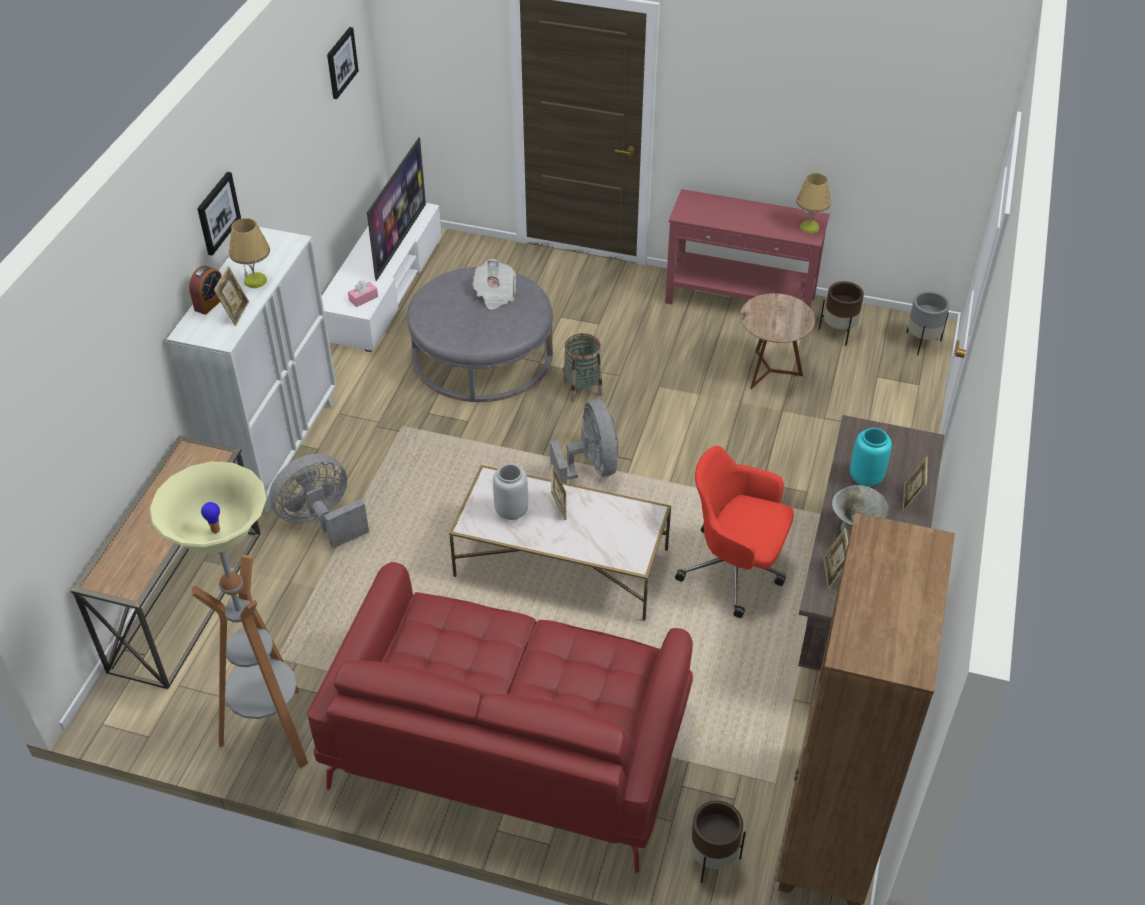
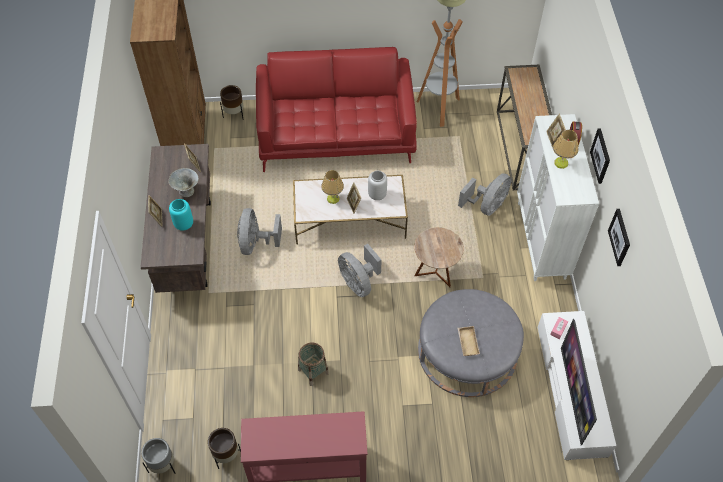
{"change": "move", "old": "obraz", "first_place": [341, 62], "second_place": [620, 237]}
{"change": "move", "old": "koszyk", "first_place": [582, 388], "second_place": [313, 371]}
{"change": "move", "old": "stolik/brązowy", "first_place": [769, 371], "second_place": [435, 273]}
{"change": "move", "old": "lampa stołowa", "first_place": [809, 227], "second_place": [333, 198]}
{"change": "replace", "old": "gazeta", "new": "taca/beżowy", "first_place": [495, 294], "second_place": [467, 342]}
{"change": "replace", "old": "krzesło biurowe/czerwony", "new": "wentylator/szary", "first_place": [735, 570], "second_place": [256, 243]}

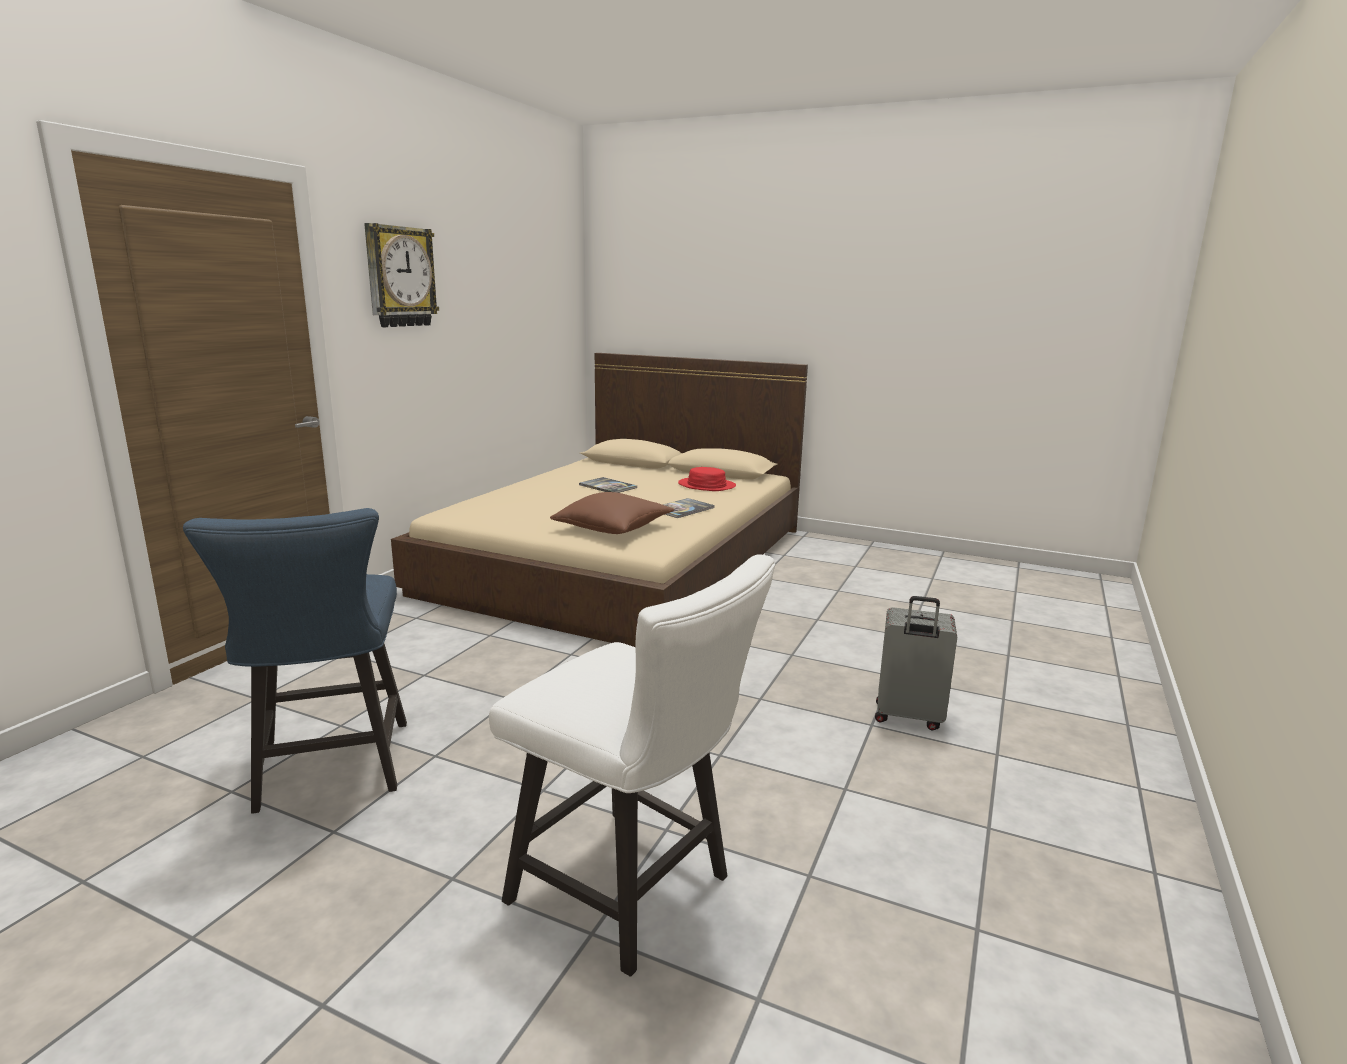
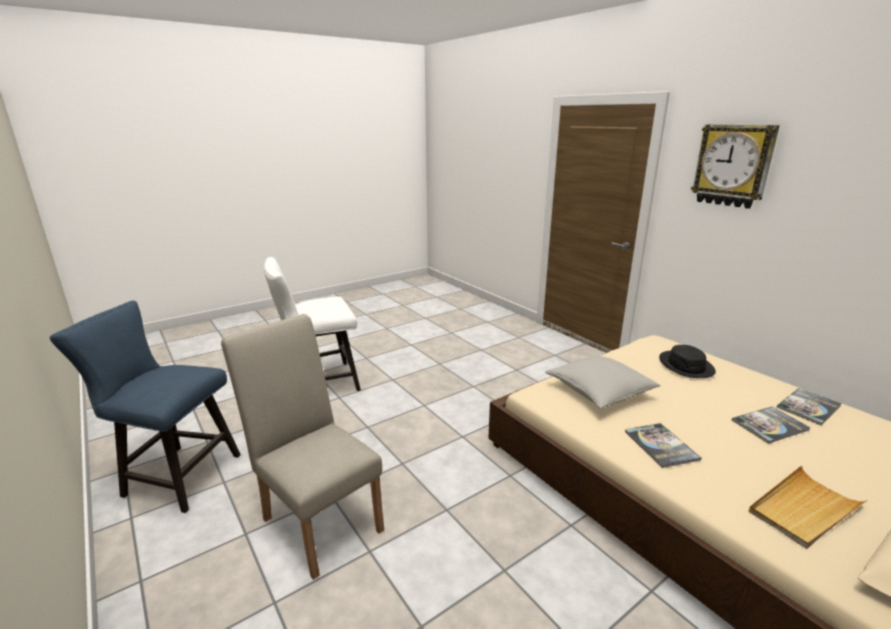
{"change": "insert", "new": "kapelusz/czarny", "second_place": [686, 365]}
{"change": "insert", "new": "książka", "second_place": [808, 407]}
{"change": "move", "old": "krzesło/niebieski", "first_place": [331, 772], "second_place": [175, 475]}
{"change": "replace", "old": "kapelusz/czerwony", "new": "taca/beżowy", "first_place": [706, 485], "second_place": [803, 509]}
{"change": "replace", "old": "walizka/szary", "new": "krzesło/beżowy", "first_place": [908, 718], "second_place": [318, 518]}
{"change": "recolor", "old": "poduszka/brązowy", "new": "poduszka/szary", "first_place": [613, 528], "second_place": [599, 392]}

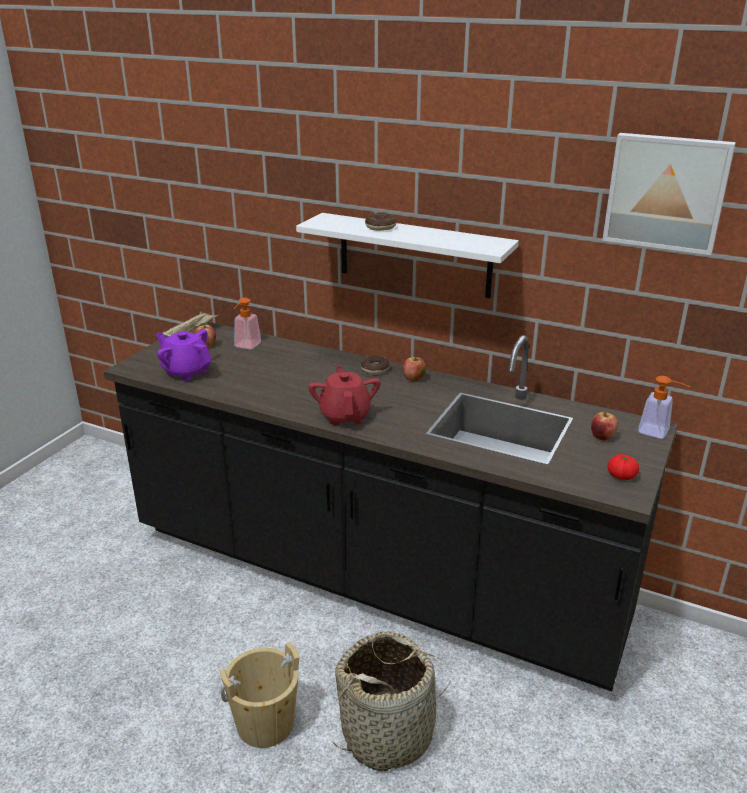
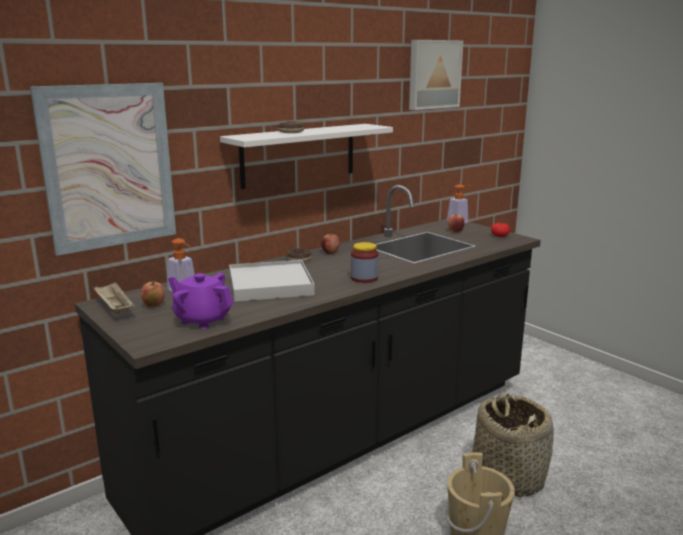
{"change": "insert", "new": "obraz", "second_place": [109, 167]}
{"change": "insert", "new": "taca/biały", "second_place": [270, 284]}
{"change": "replace", "old": "imbryk/czerwony", "new": "słoik", "first_place": [345, 415], "second_place": [364, 278]}
{"change": "rotate", "old": "imbryk/fioletowy", "first_place": [186, 372], "second_place": [202, 320], "degrees": 60}

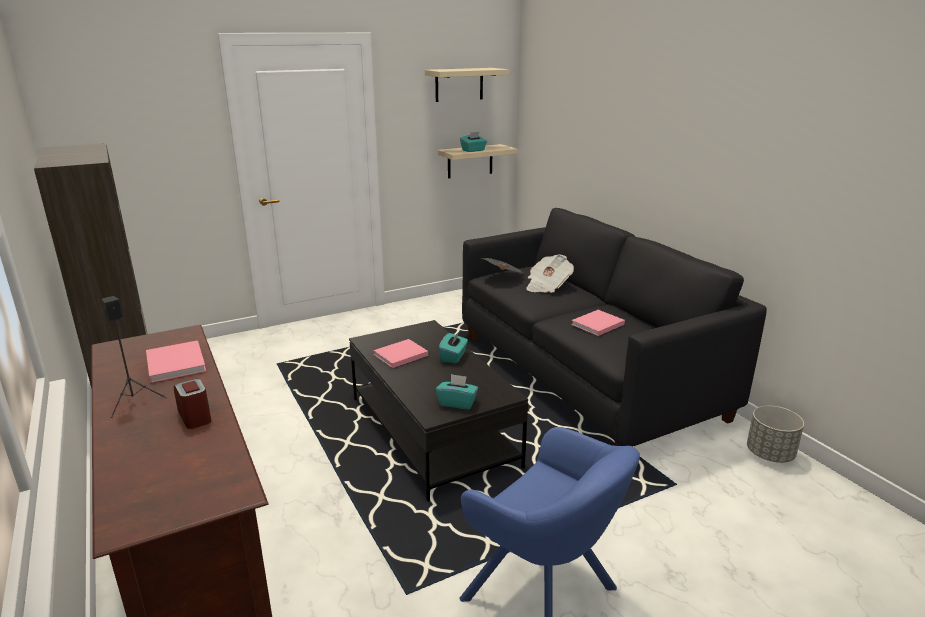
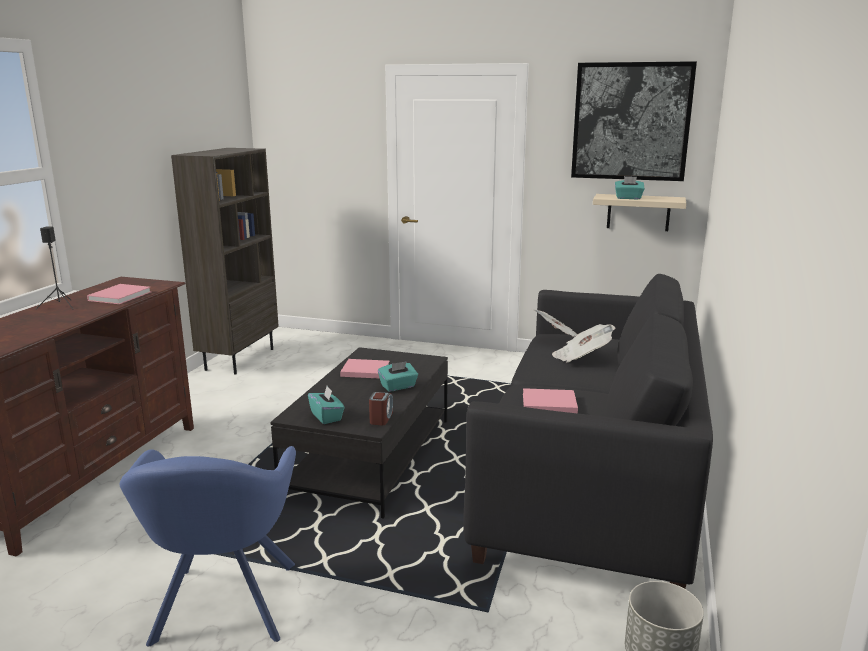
{"change": "move", "old": "budzik", "first_place": [195, 416], "second_place": [381, 418]}
{"change": "replace", "old": "półka/beżowy", "new": "obraz", "first_place": [459, 84], "second_place": [631, 121]}

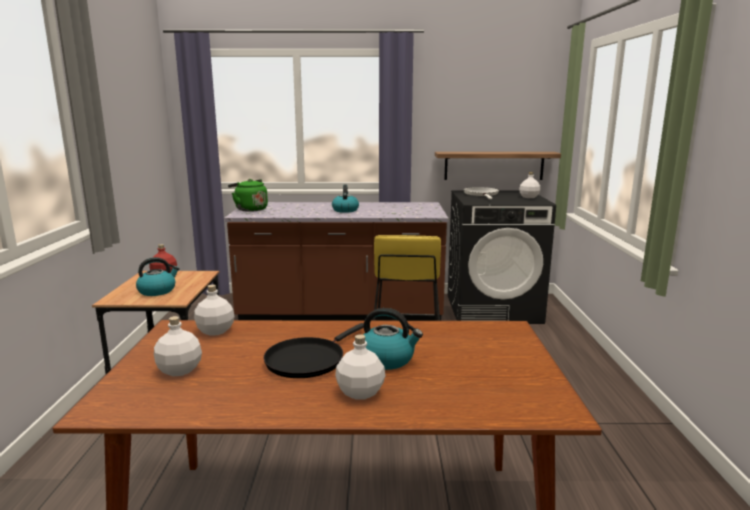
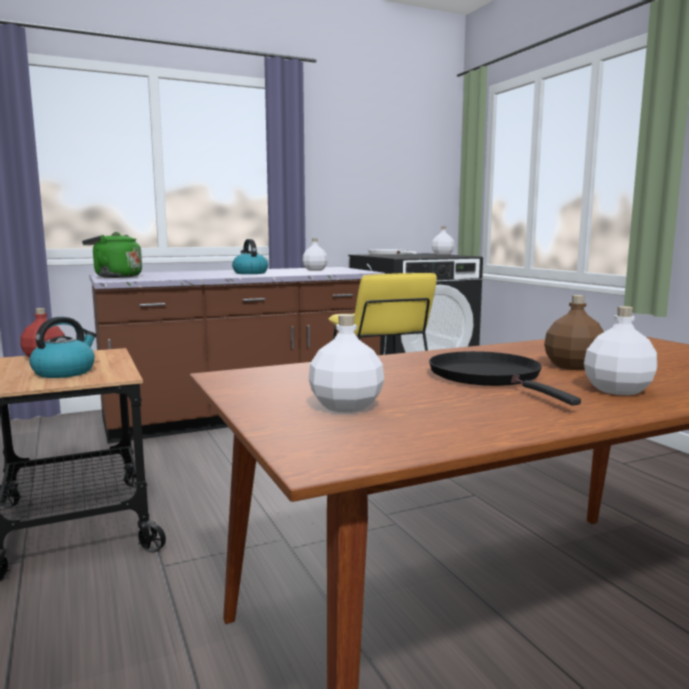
{"change": "delete", "old": "półka", "first_place": [494, 165]}
{"change": "move", "old": "butelka/biały", "first_place": [215, 330], "second_place": [314, 270]}
{"change": "replace", "old": "czajnik", "new": "butelka/brązowy", "first_place": [387, 359], "second_place": [572, 366]}
{"change": "rotate", "old": "patelnia/czarny", "first_place": [308, 360], "second_place": [489, 377], "degrees": 150}

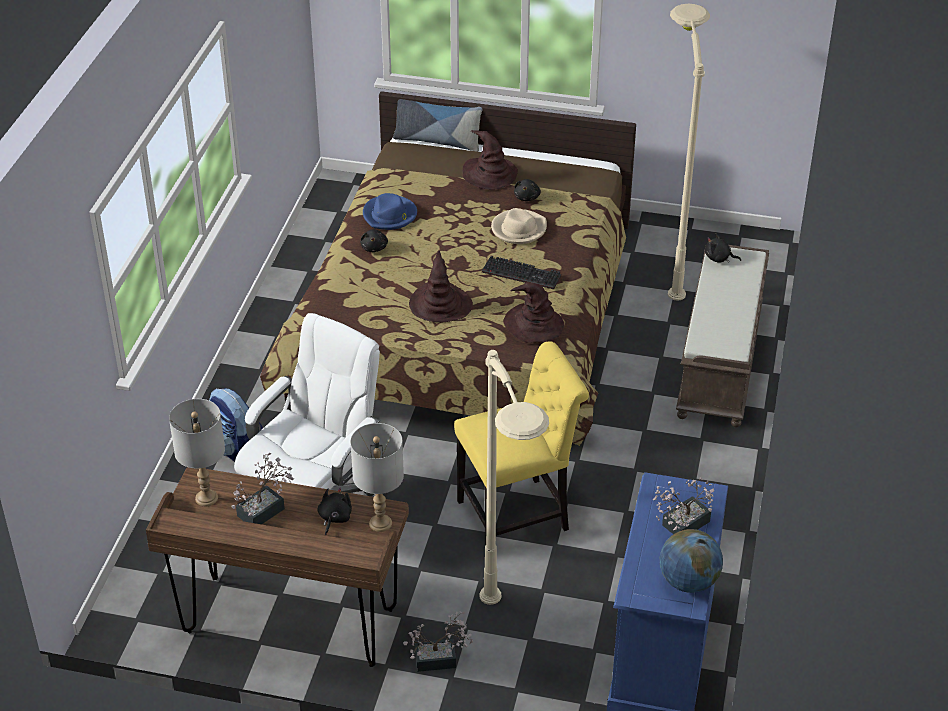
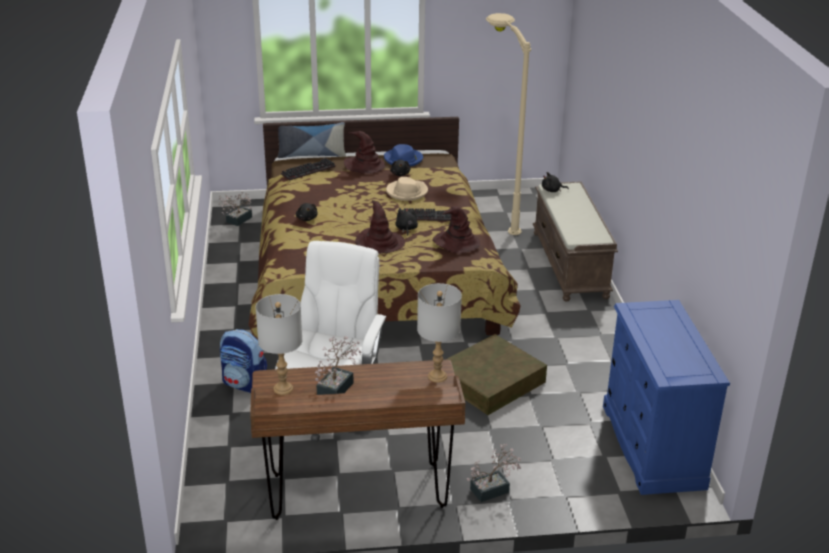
{"change": "delete", "old": "lampa stojąca/beżowy", "first_place": [508, 649]}
{"change": "delete", "old": "globus", "first_place": [688, 582]}
{"change": "insert", "new": "klawiatura", "second_place": [308, 170]}
{"change": "move", "old": "pluszak/czarny", "first_place": [334, 518], "second_place": [406, 229]}
{"change": "move", "old": "kapelusz/niebieski", "first_place": [390, 215], "second_place": [403, 159]}
{"change": "move", "old": "roślina doniczkowa", "first_place": [681, 525], "second_place": [237, 221]}
{"change": "replace", "old": "krzesło/żółty", "new": "pojemnik do przechowywania/brązowy", "first_place": [519, 514], "second_place": [491, 381]}

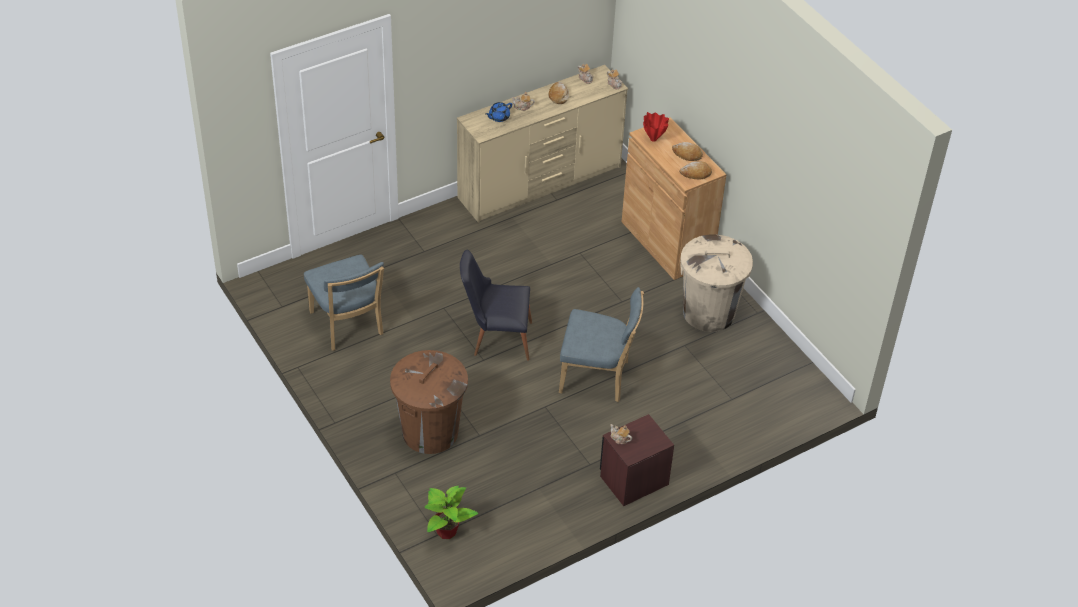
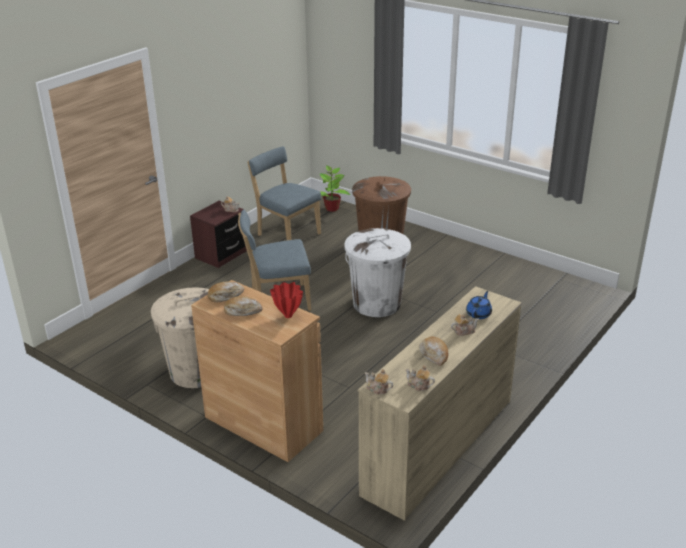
{"change": "move", "old": "krzesło/niebieski", "first_place": [348, 326], "second_place": [286, 234]}
{"change": "replace", "old": "krzesło/czarny", "new": "kosz na śmieci/biały", "first_place": [496, 338], "second_place": [377, 304]}

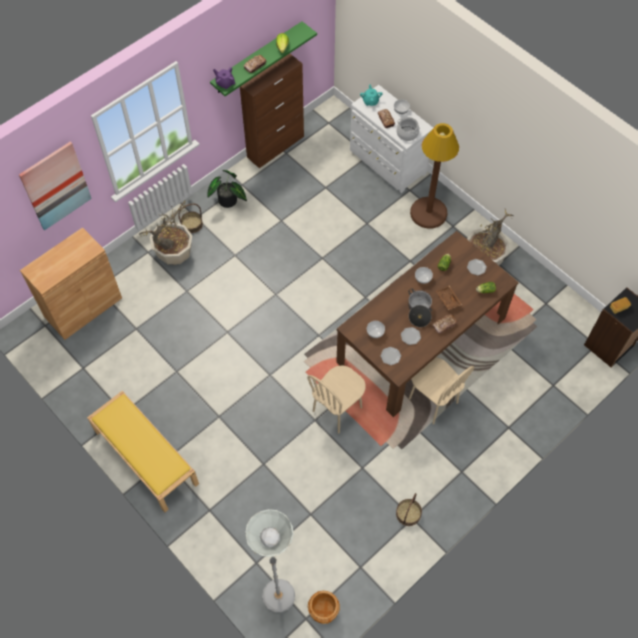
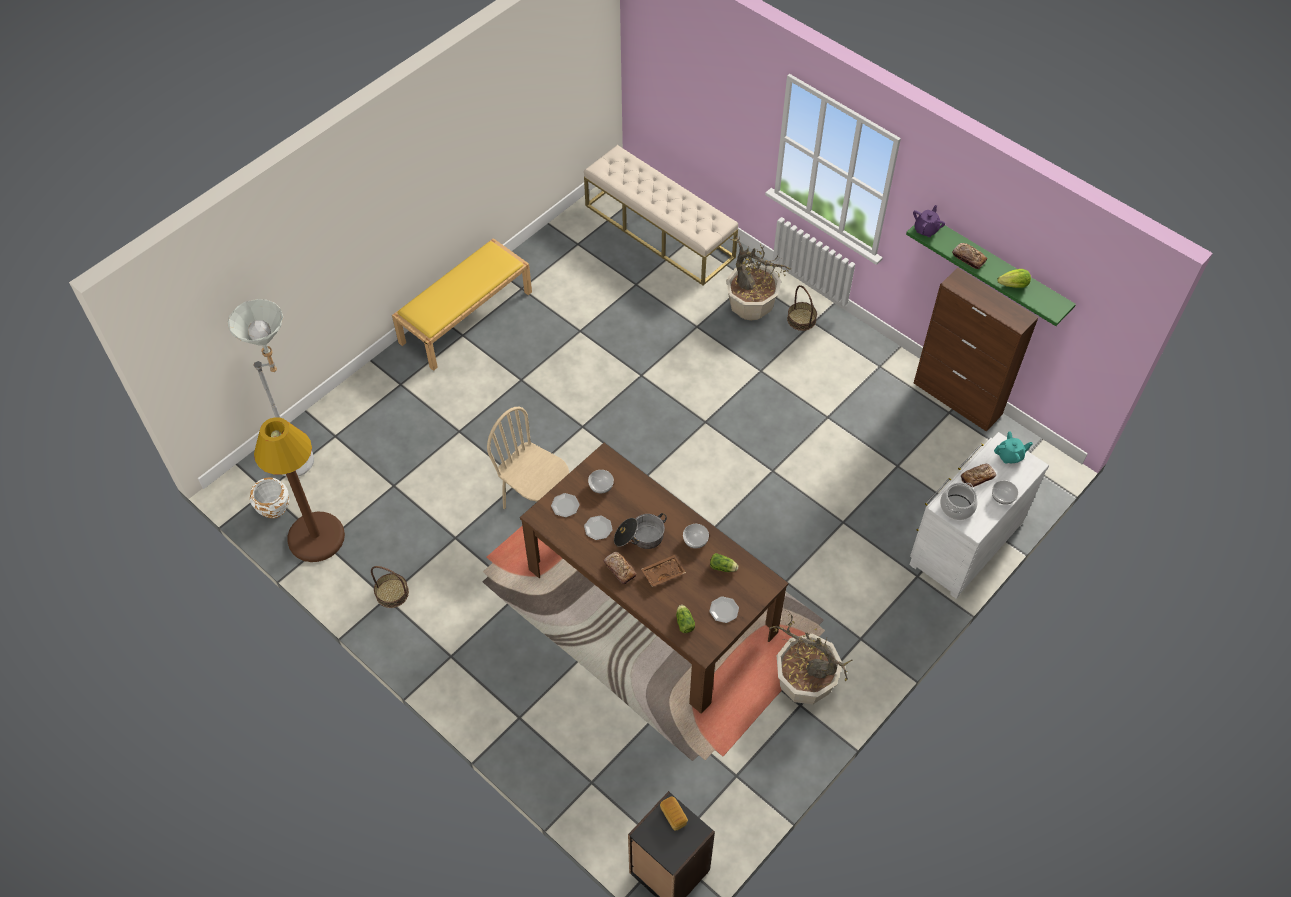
{"change": "delete", "old": "obraz", "first_place": [55, 186]}
{"change": "delete", "old": "roślina doniczkowa", "first_place": [228, 202]}
{"change": "delete", "old": "krzesło/beżowy", "first_place": [433, 401]}
{"change": "move", "old": "lampa stojąca/brązowy", "first_place": [428, 213], "second_place": [316, 537]}
{"change": "replace", "old": "szafka/brązowy", "new": "ławka/beżowy", "first_place": [83, 307], "second_place": [659, 231]}
{"change": "recolor", "old": "donica/brązowy", "new": "donica/biały", "first_place": [323, 610], "second_place": [274, 507]}

